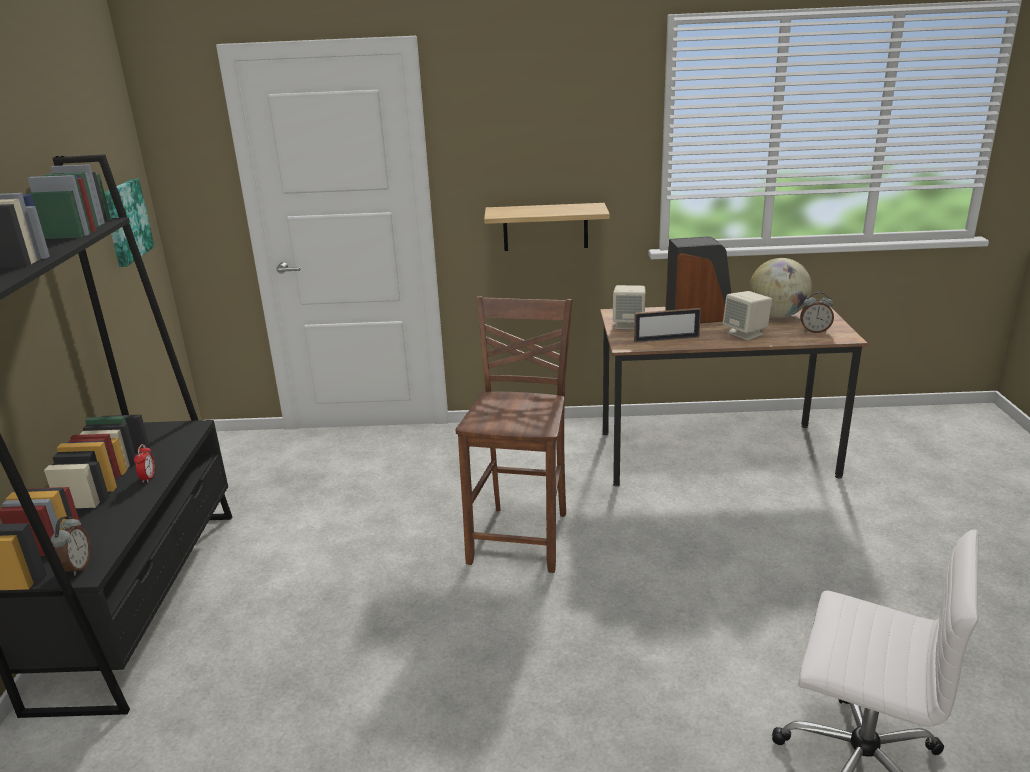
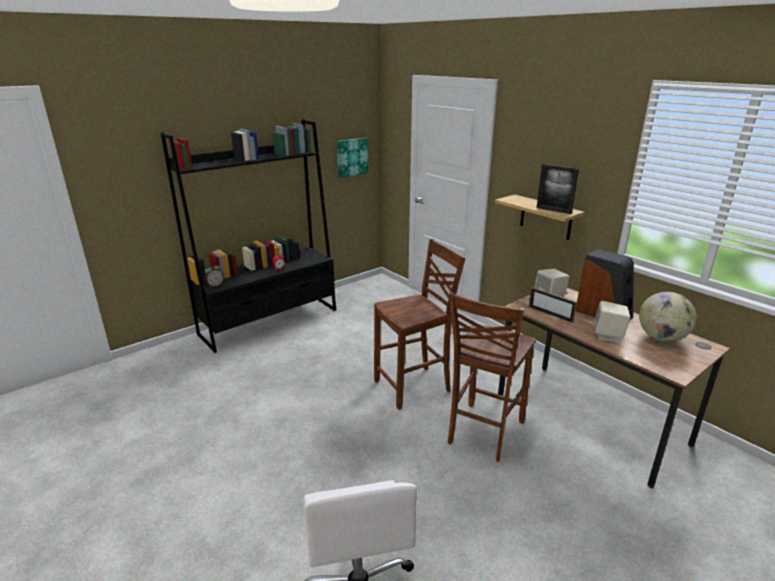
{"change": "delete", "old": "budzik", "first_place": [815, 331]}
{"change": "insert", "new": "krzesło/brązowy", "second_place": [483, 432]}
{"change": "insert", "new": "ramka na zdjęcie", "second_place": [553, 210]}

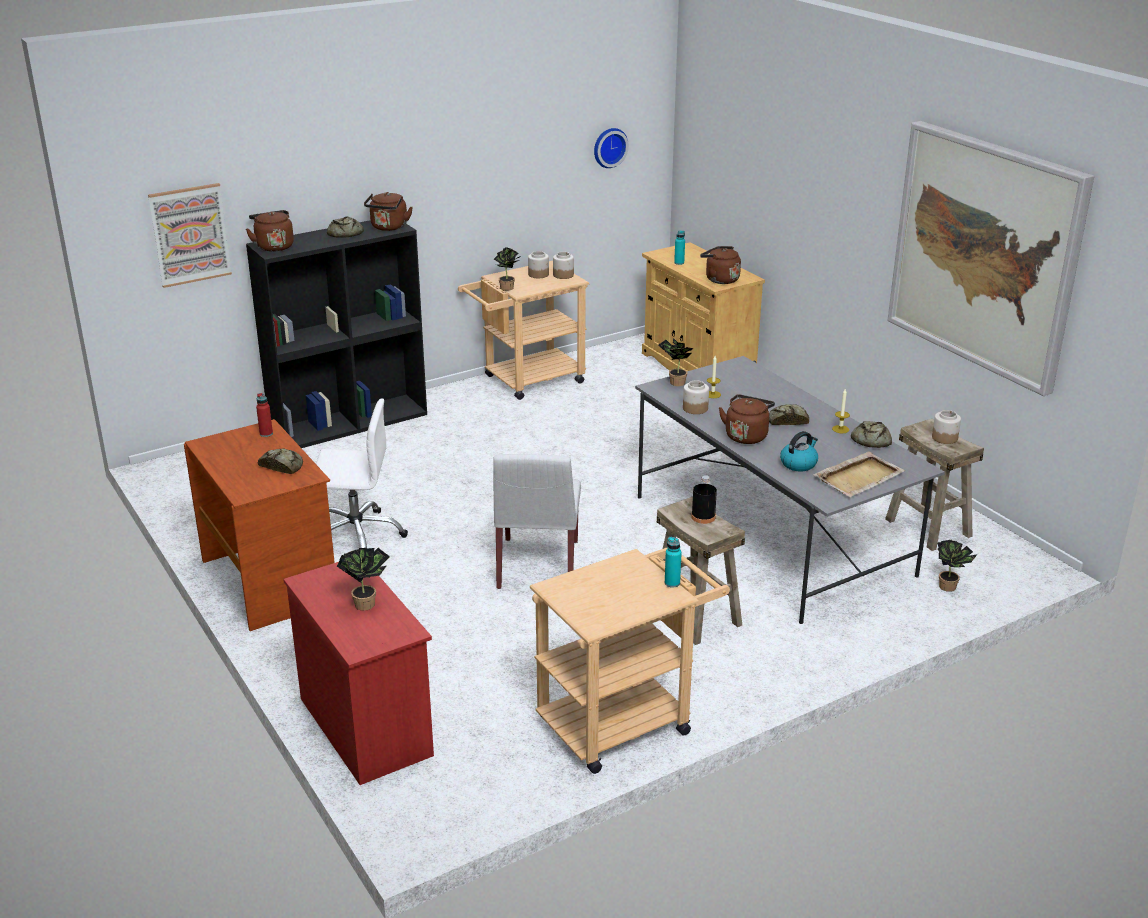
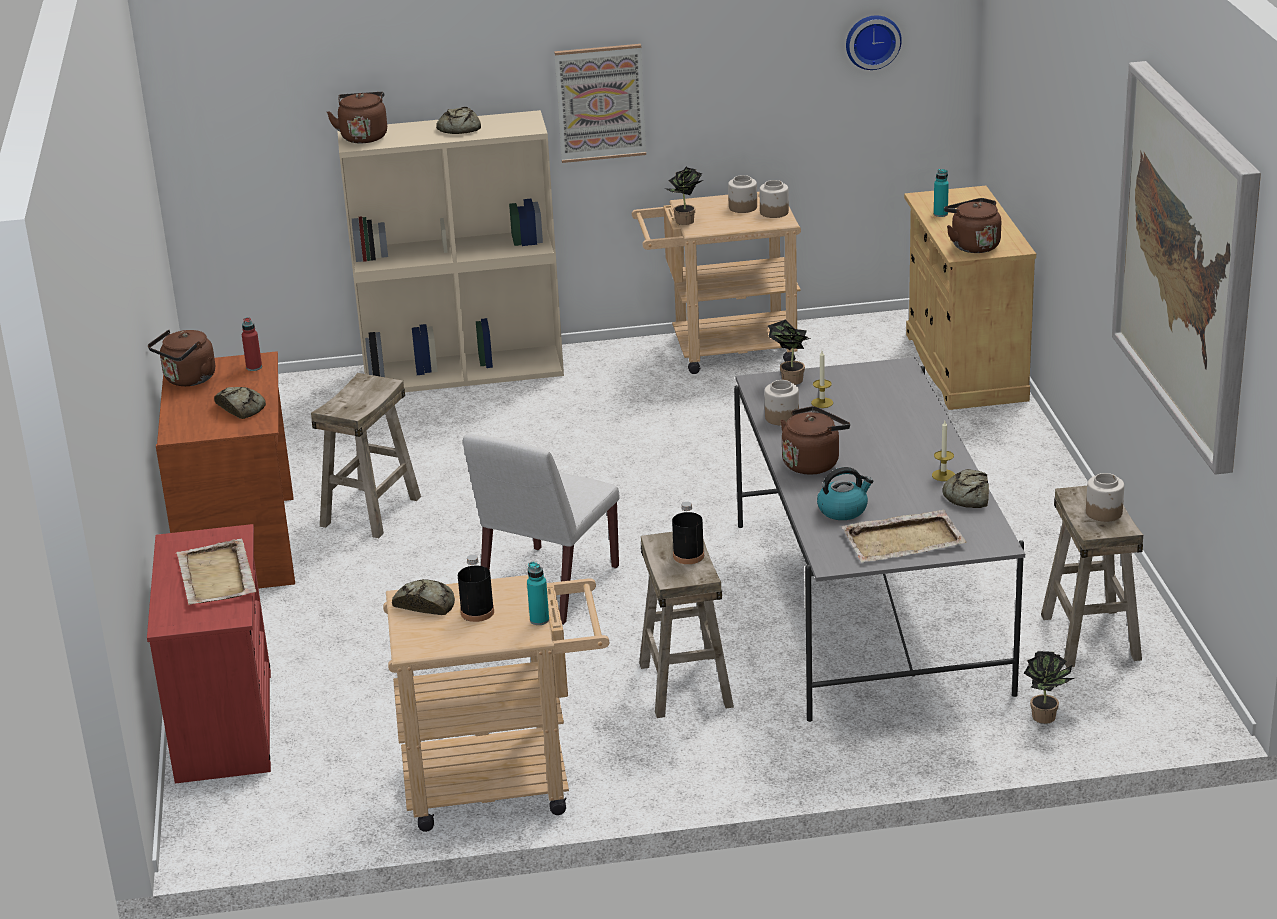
{"change": "insert", "new": "butelka/czarny", "second_place": [477, 612]}
{"change": "move", "old": "obraz", "first_place": [190, 234], "second_place": [600, 102]}
{"change": "move", "old": "czajnik/brązowy", "first_place": [388, 227], "second_place": [188, 380]}
{"change": "move", "old": "chleb", "first_place": [787, 420], "second_place": [425, 603]}
{"change": "replace", "old": "krzesło biurowe/biały", "new": "stołek/beżowy", "first_place": [357, 536], "second_place": [371, 511]}
{"change": "replace", "old": "roślina doniczkowa", "new": "taca/beżowy", "first_place": [366, 603], "second_place": [216, 577]}
{"change": "recolor", "old": "regał/czarny", "new": "regał/beżowy", "first_place": [349, 422], "second_place": [465, 371]}

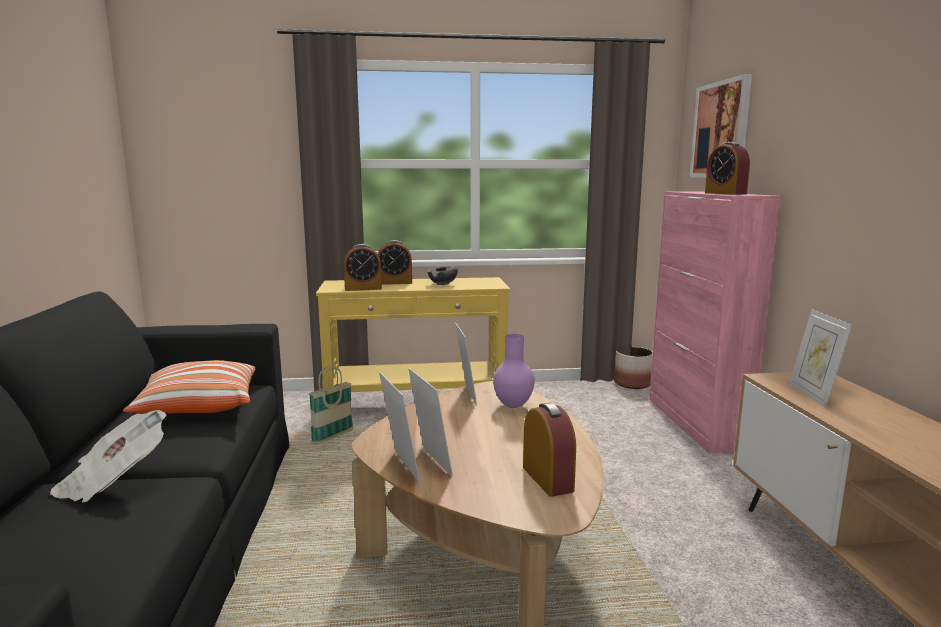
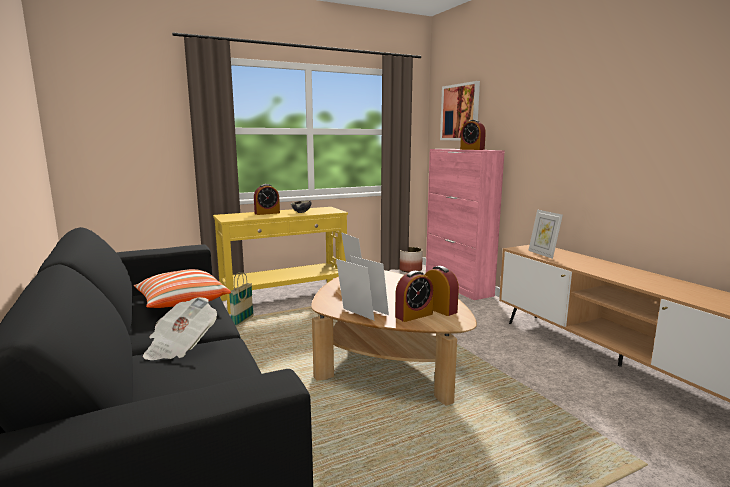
{"change": "delete", "old": "wazon/fioletowy", "first_place": [513, 406]}
{"change": "move", "old": "budzik", "first_place": [363, 288], "second_place": [414, 315]}

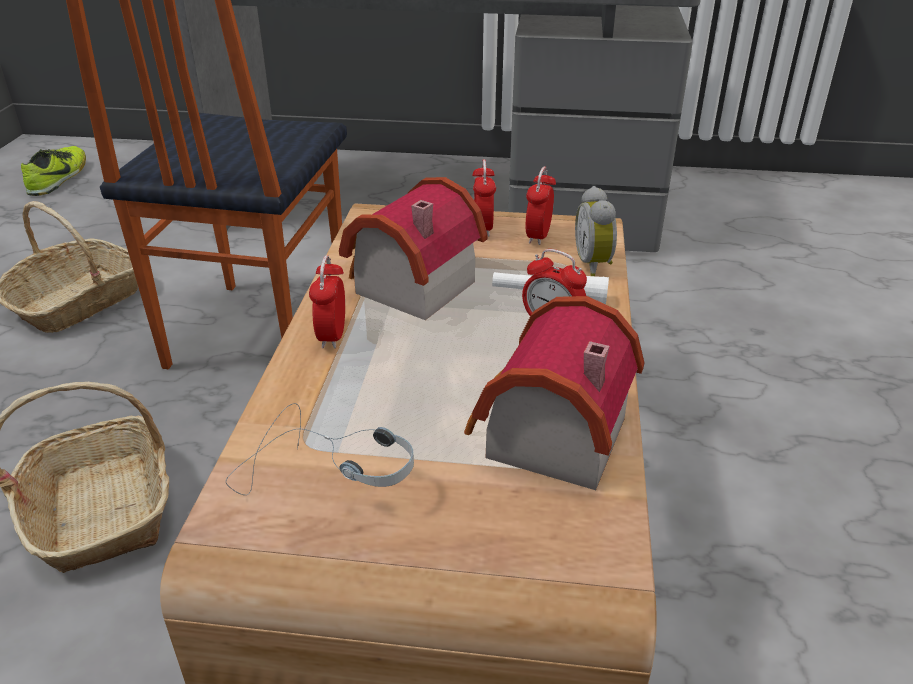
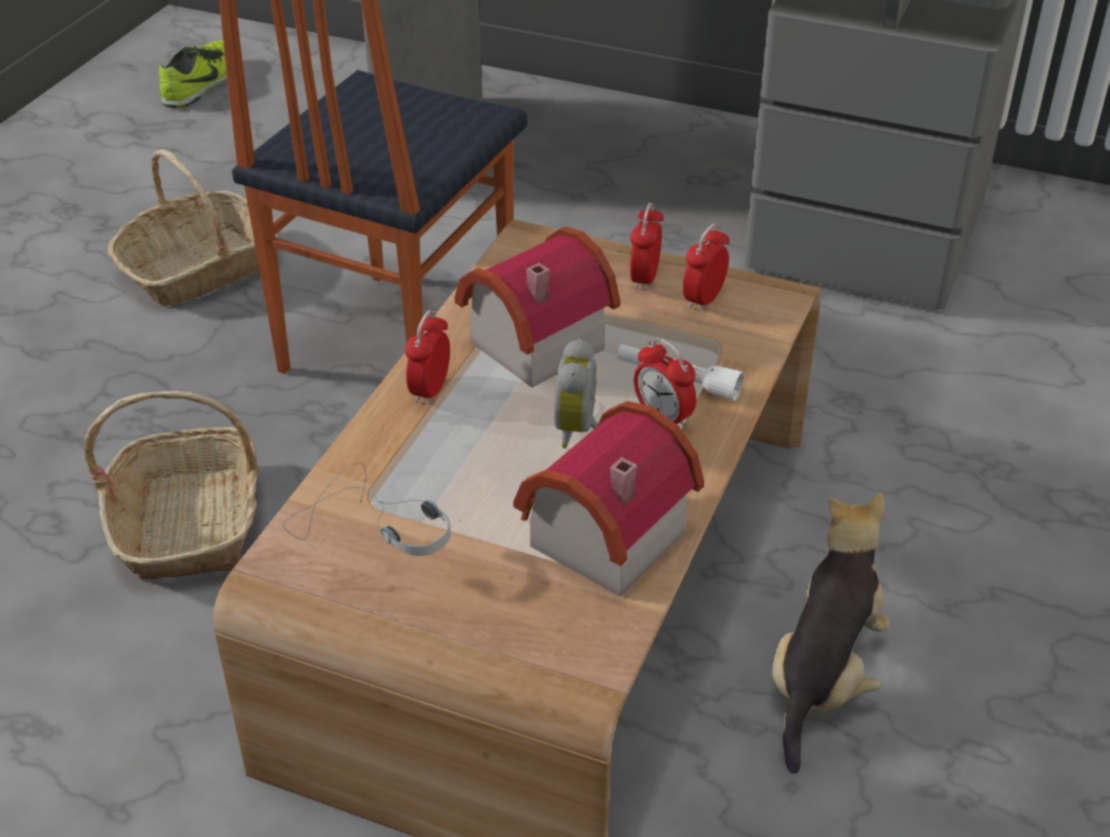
{"change": "insert", "new": "pluszak", "second_place": [823, 677]}
{"change": "move", "old": "budzik", "first_place": [595, 265], "second_place": [580, 430]}

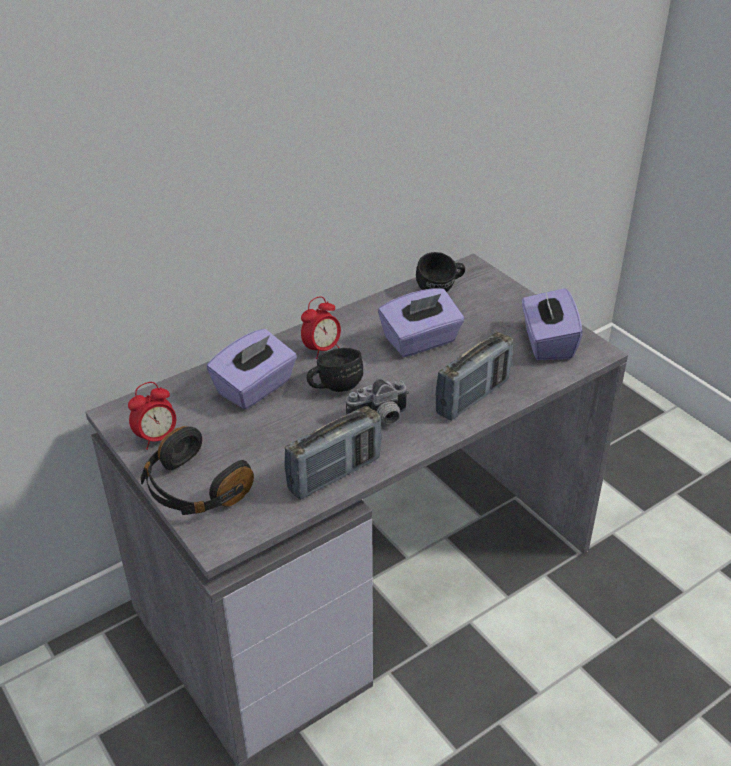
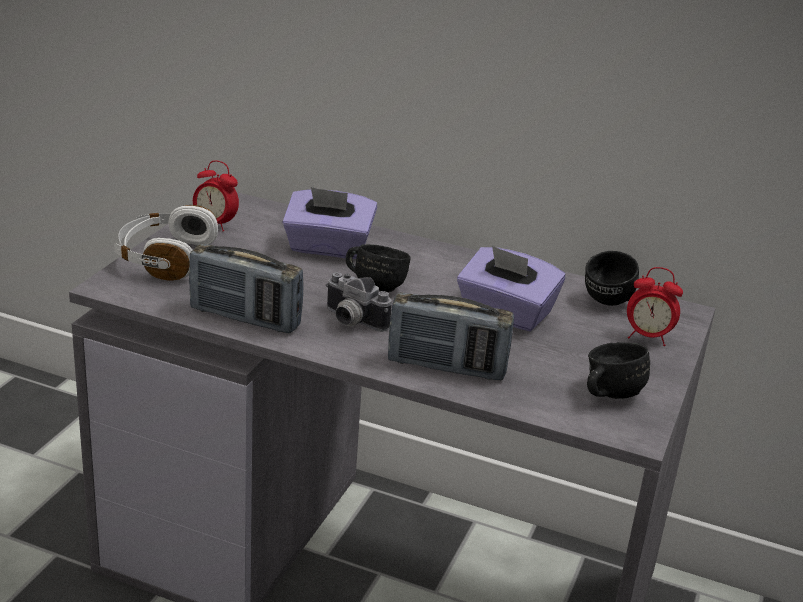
{"change": "move", "old": "budzik", "first_place": [322, 349], "second_place": [647, 337]}
{"change": "replace", "old": "pudełko chusteczek/fioletowy", "new": "kubek/czarny", "first_place": [547, 342], "second_place": [607, 394]}
{"change": "recolor", "old": "słuchawki/czarny", "new": "słuchawki/biały", "first_place": [194, 489], "second_place": [164, 258]}

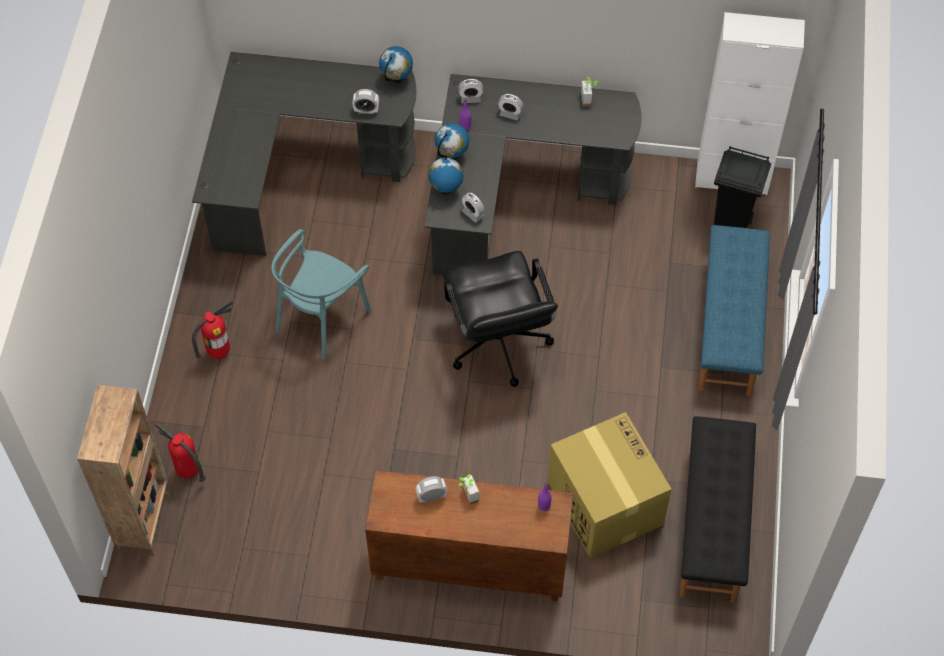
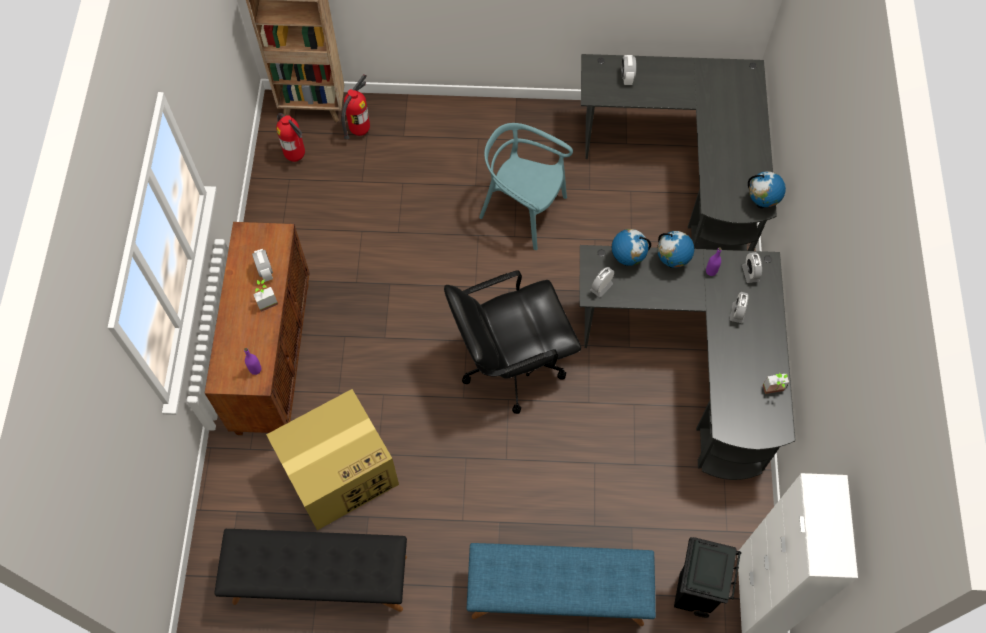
{"change": "move", "old": "gaśnica", "first_place": [219, 352], "second_place": [296, 156]}
{"change": "move", "old": "budzik", "first_place": [366, 110], "second_place": [627, 78]}

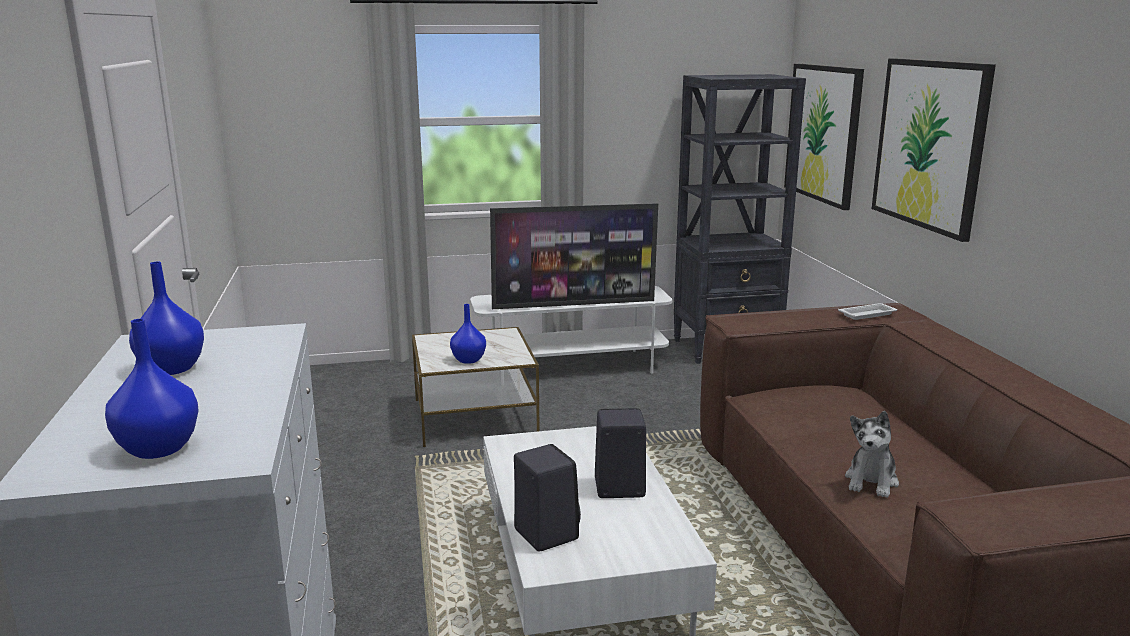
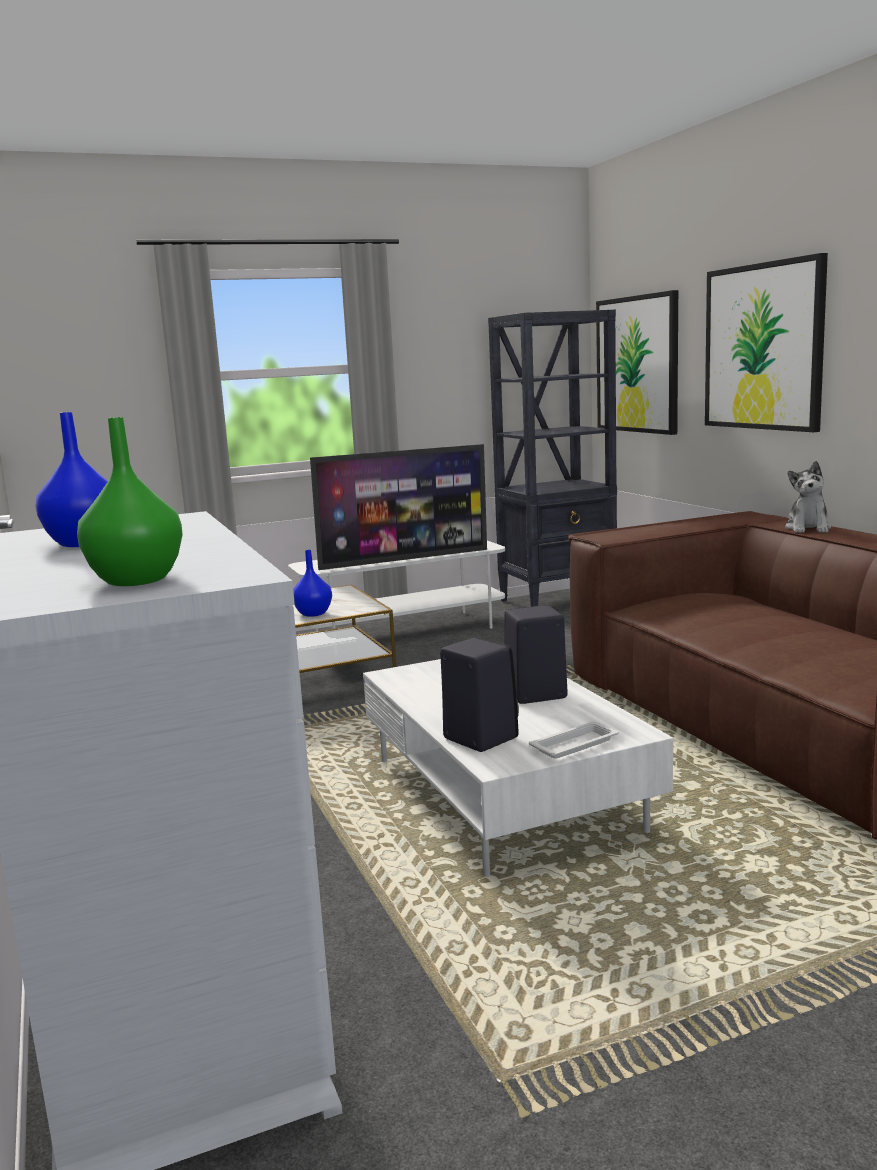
{"change": "move", "old": "taca/biały", "first_place": [868, 314], "second_place": [575, 745]}
{"change": "move", "old": "pluszak", "first_place": [871, 481], "second_place": [808, 528]}
{"change": "recolor", "old": "wazon/niebieski", "new": "wazon/zielony", "first_place": [160, 448], "second_place": [139, 580]}

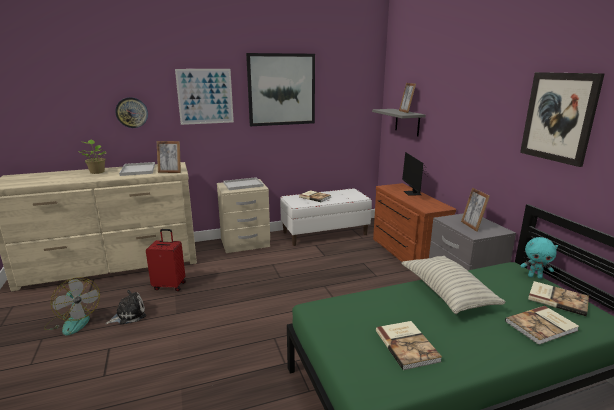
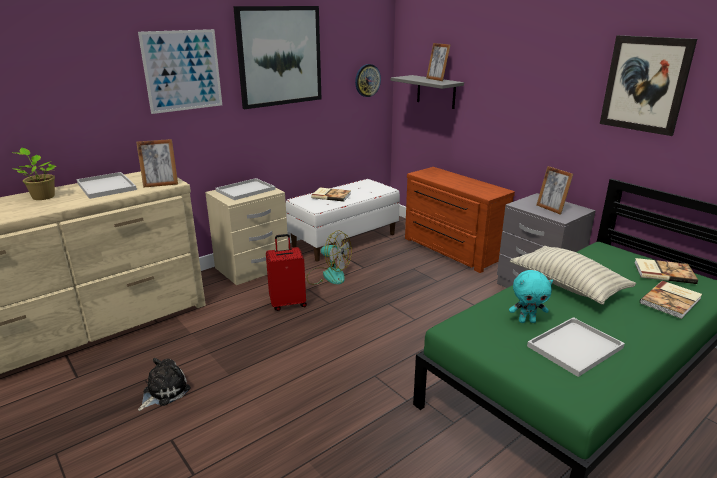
{"change": "delete", "old": "monitor", "first_place": [412, 194]}
{"change": "move", "old": "wentylator", "first_place": [73, 321], "second_place": [328, 275]}
{"change": "move", "old": "zegar ścienny", "first_place": [132, 112], "second_place": [367, 80]}
{"change": "move", "old": "walizka/czerwony", "first_place": [170, 285], "second_place": [288, 303]}
{"change": "move", "old": "pluszak/turkusowy", "first_place": [535, 276], "second_place": [527, 321]}
{"change": "replace", "old": "książka", "new": "taca/biały", "first_place": [407, 345], "second_place": [575, 346]}

